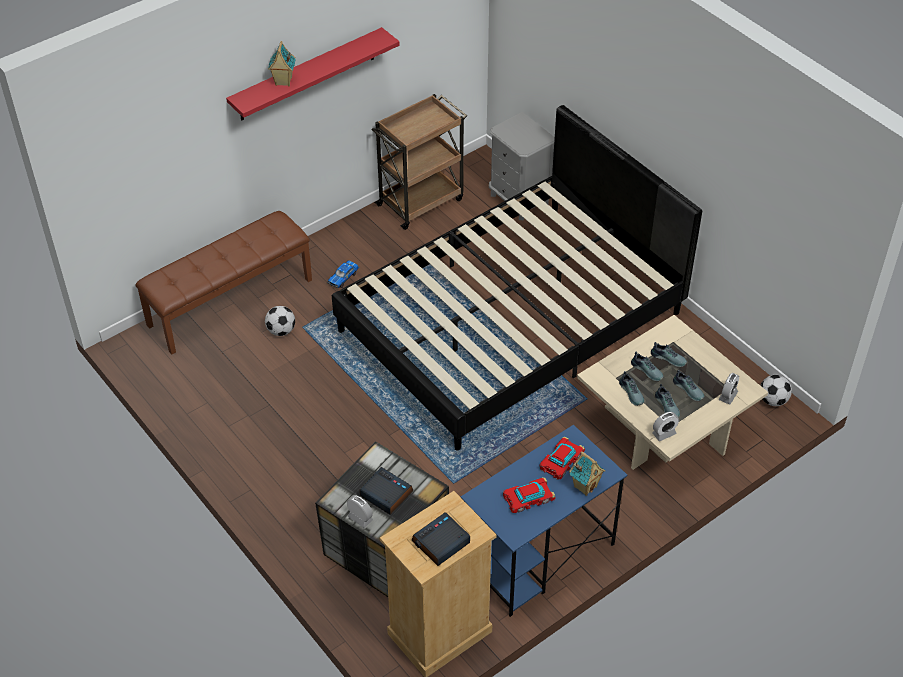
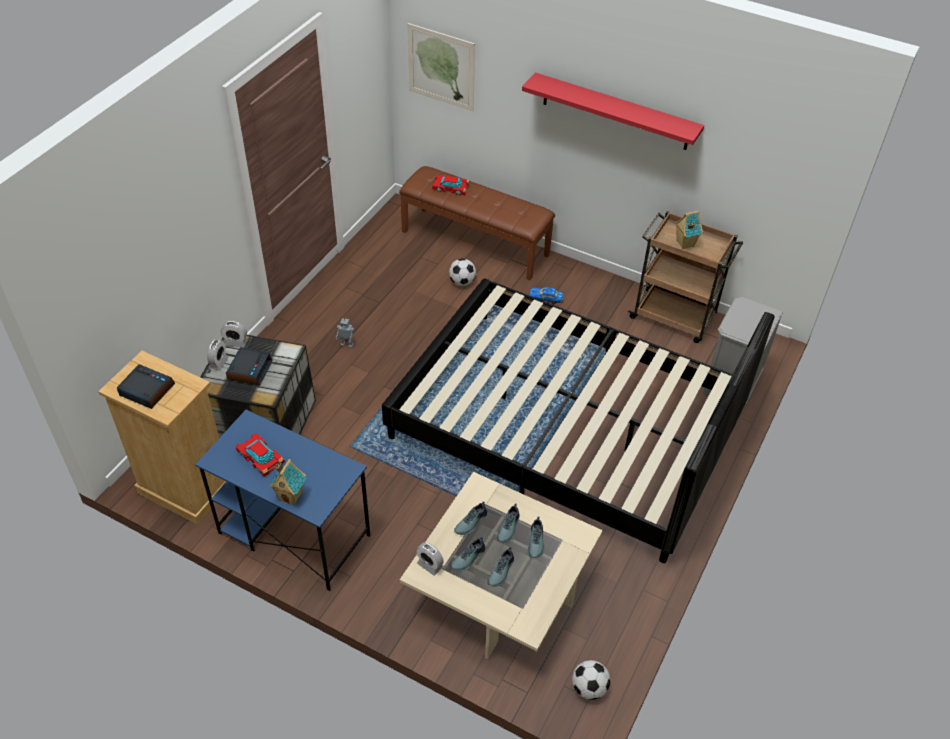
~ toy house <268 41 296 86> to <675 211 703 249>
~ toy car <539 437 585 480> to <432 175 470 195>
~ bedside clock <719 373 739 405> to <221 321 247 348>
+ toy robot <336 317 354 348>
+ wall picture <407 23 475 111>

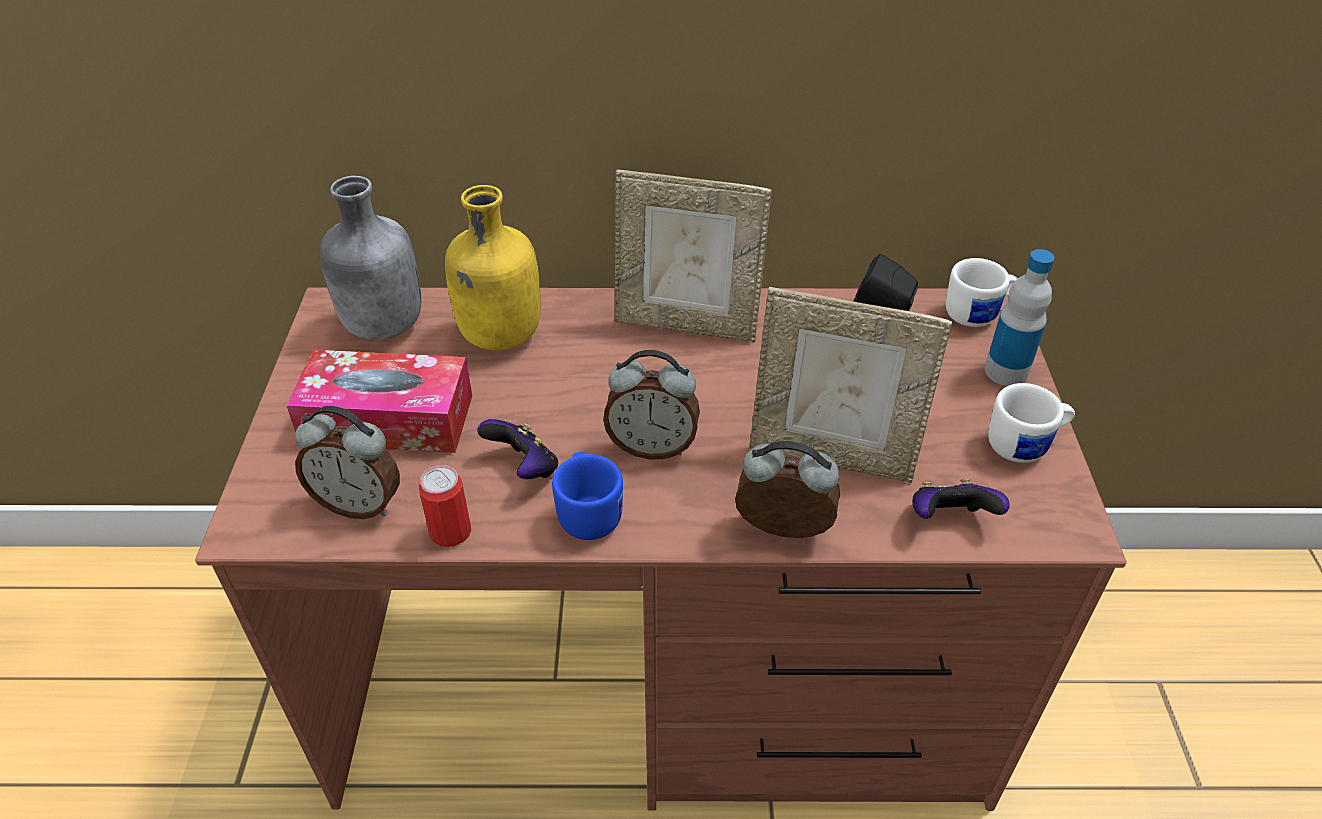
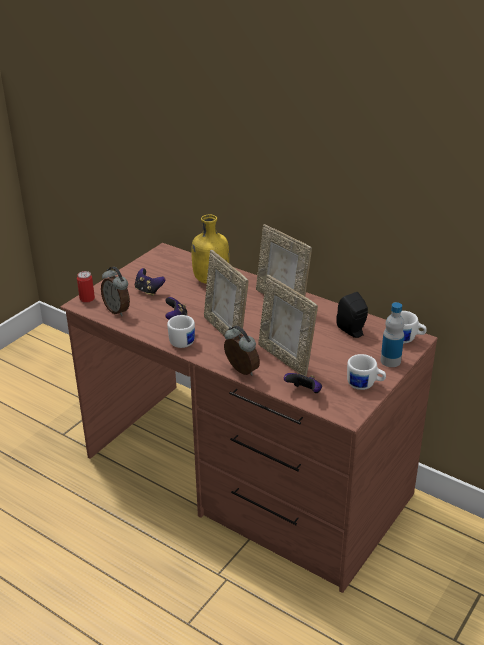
~ box of tissues <286 350 472 453> to joypad <135 268 166 296>
- gray bottle <320 176 421 340>
~ sealed can <419 465 471 547> to <77 271 95 303>
~ blue coffee mug <552 452 623 540> to whitish coffee mug <167 315 195 348>
~ bedside clock <603 350 700 460> to picture frame <204 250 248 337>

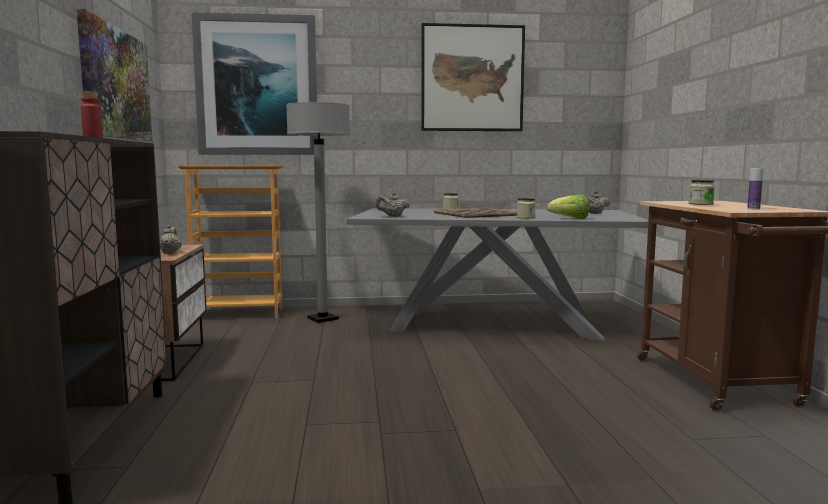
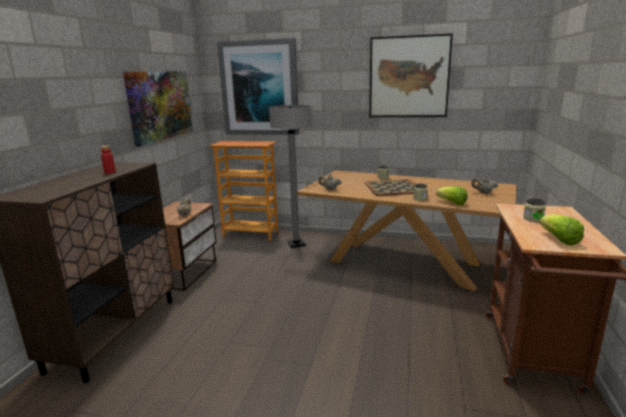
~ gray kitchen table <347 208 648 341> to brownish kitchen table <297 170 516 292>
~ bottle <747 168 763 210> to lettuce head <539 214 584 245>

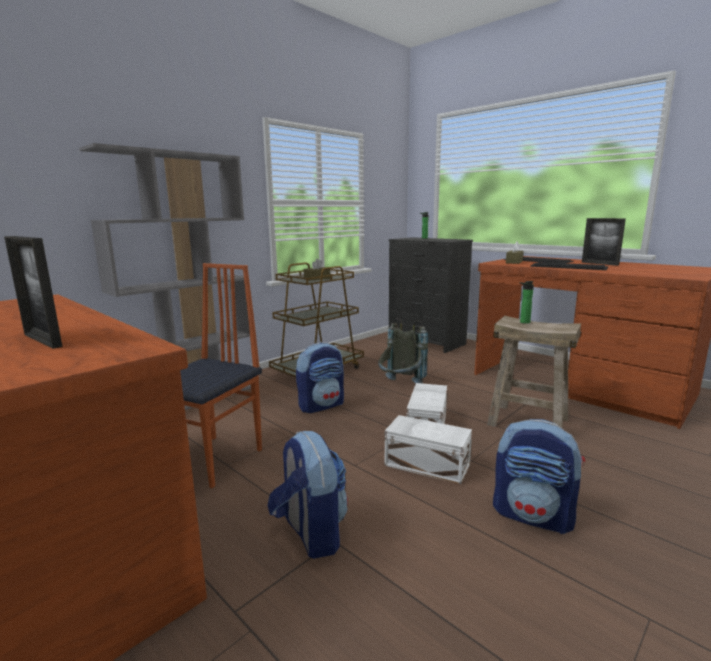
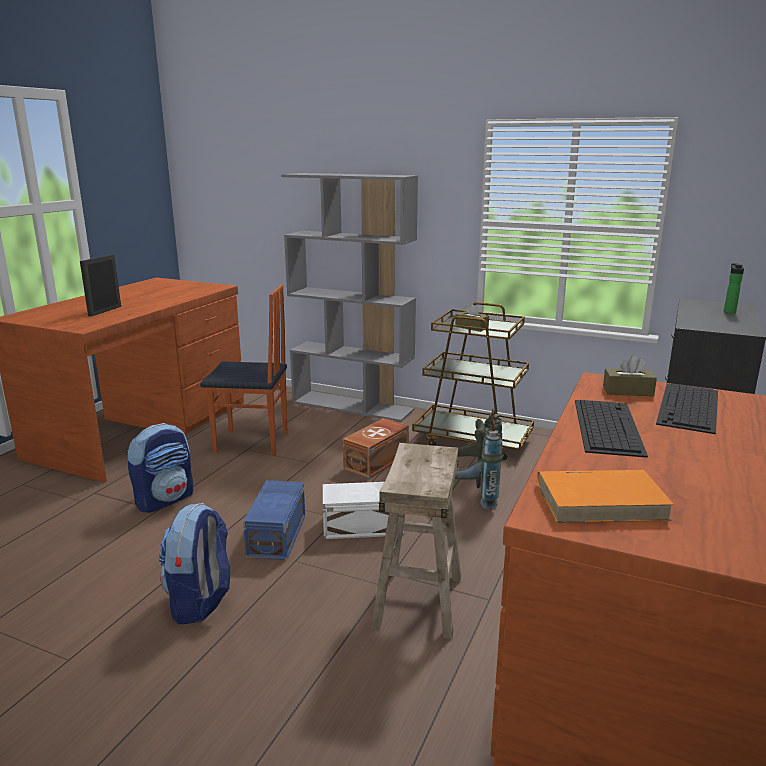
~ rucksack <296 342 344 413> to brownish storage box <343 418 409 479>
~ whitish storage box <385 415 472 484> to blue storage box <243 480 305 560>
- bottle <520 281 534 324>
- picture frame <582 218 626 266>
+ orange volume <537 470 674 523>

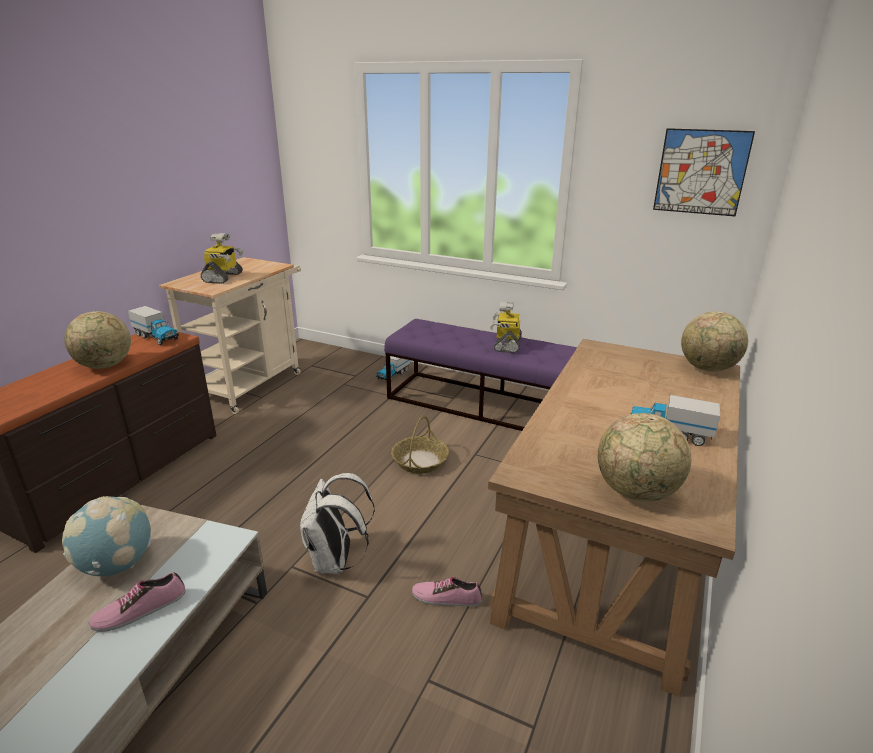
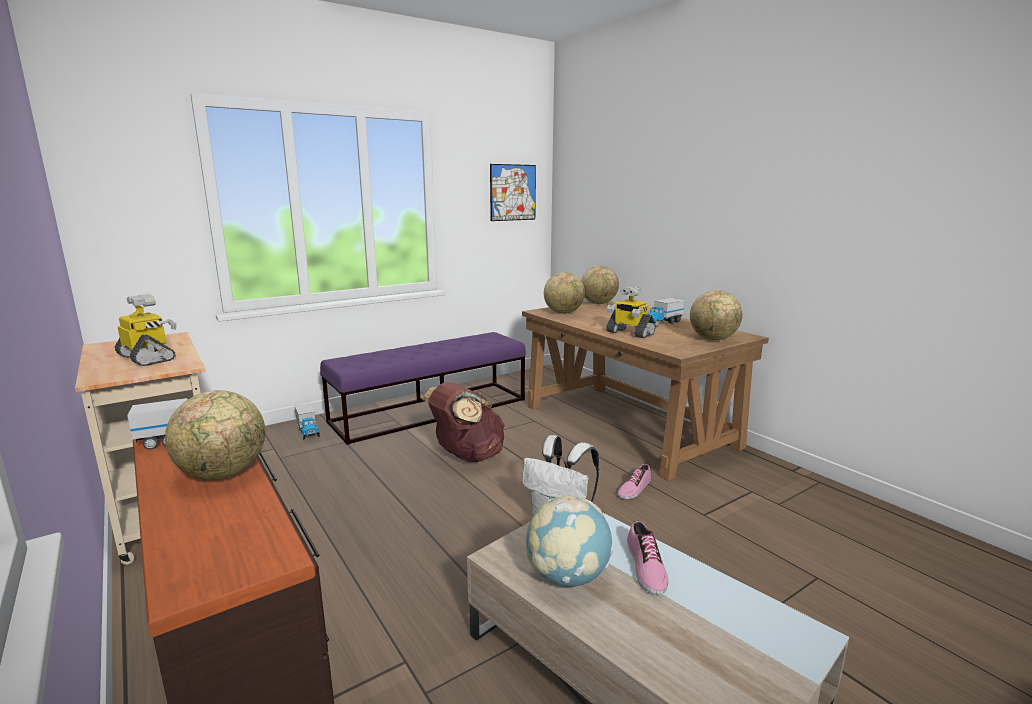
~ storage basket <391 416 449 474> to brownish rucksack <422 382 505 462>
~ toy robot <490 301 522 353> to <606 286 656 338>
+ globe <544 272 585 314>

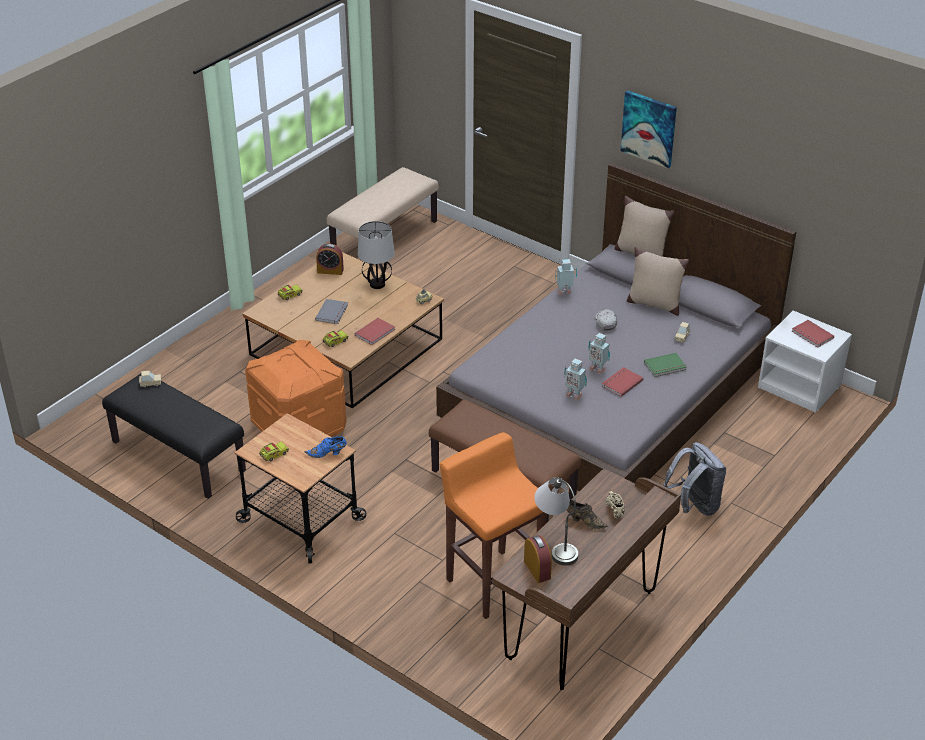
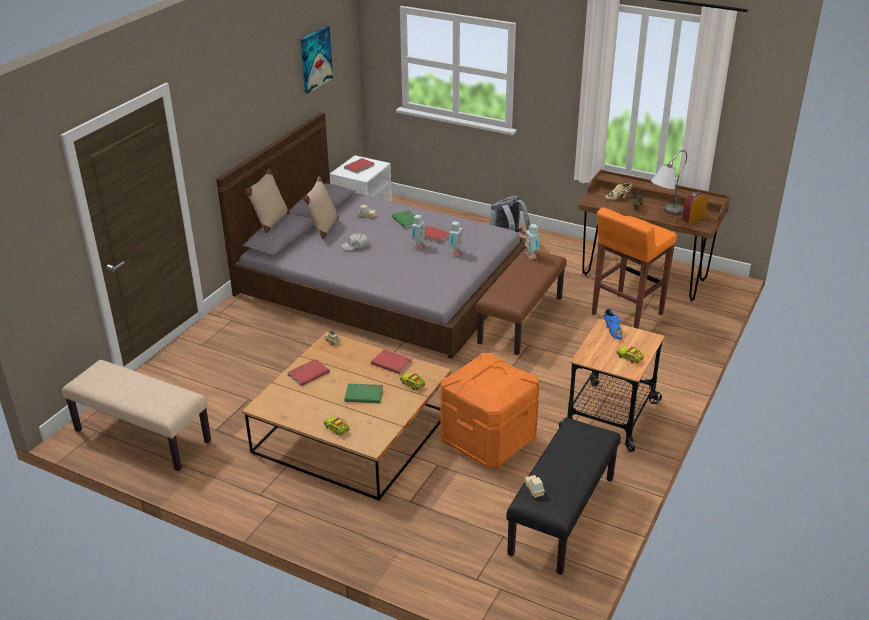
~ gray volume <315 299 348 324> to green-coloured volume <344 383 383 403>
- bedside clock <316 244 344 275>
~ table lamp <358 221 395 289> to reddish volume <287 359 330 386>
~ toy robot <555 259 577 295> to <525 224 540 260>
~ wall picture <621 90 677 168> to <301 26 333 93>

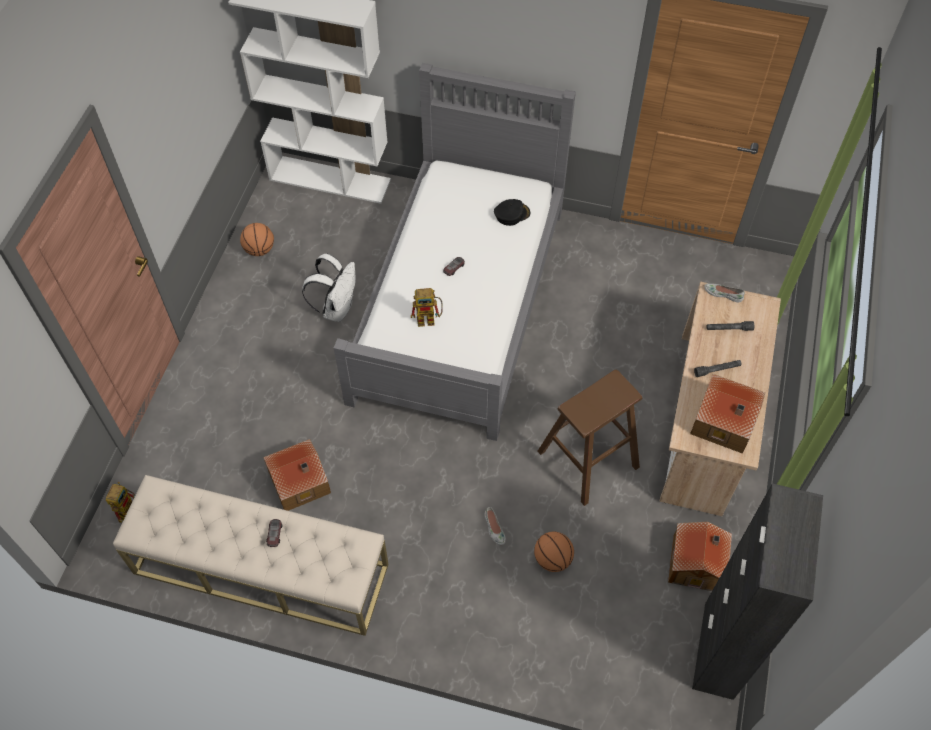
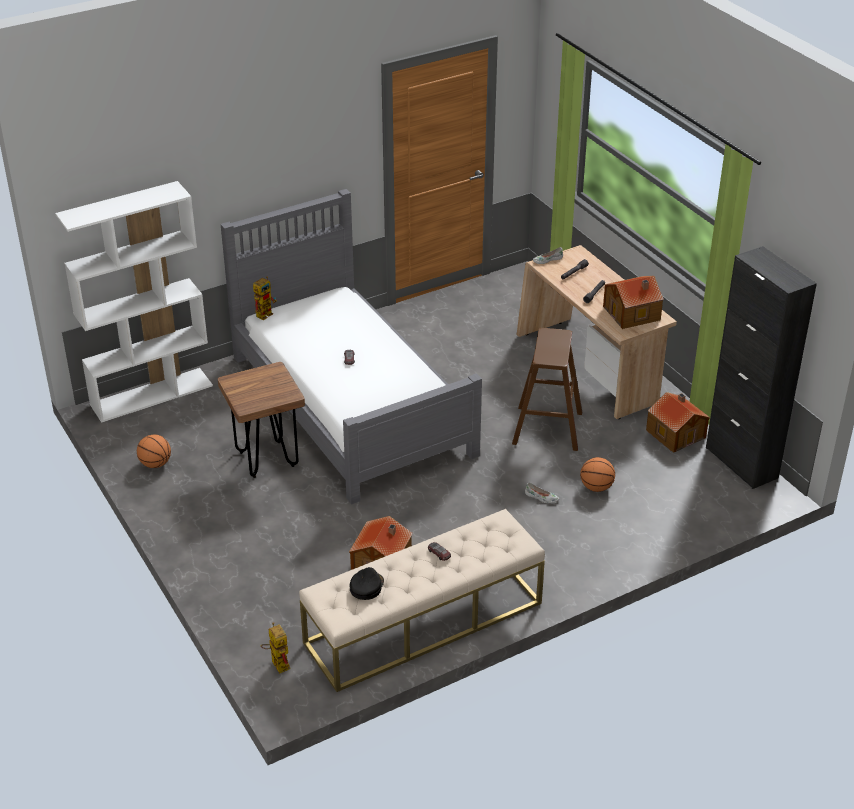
~ whitish rucksack <302 253 356 322> to brownish sitting stool <218 362 305 478>
~ toy robot <411 288 443 327> to <253 276 277 320>
~ blackish peaked cap <494 199 530 226> to <350 567 384 600>

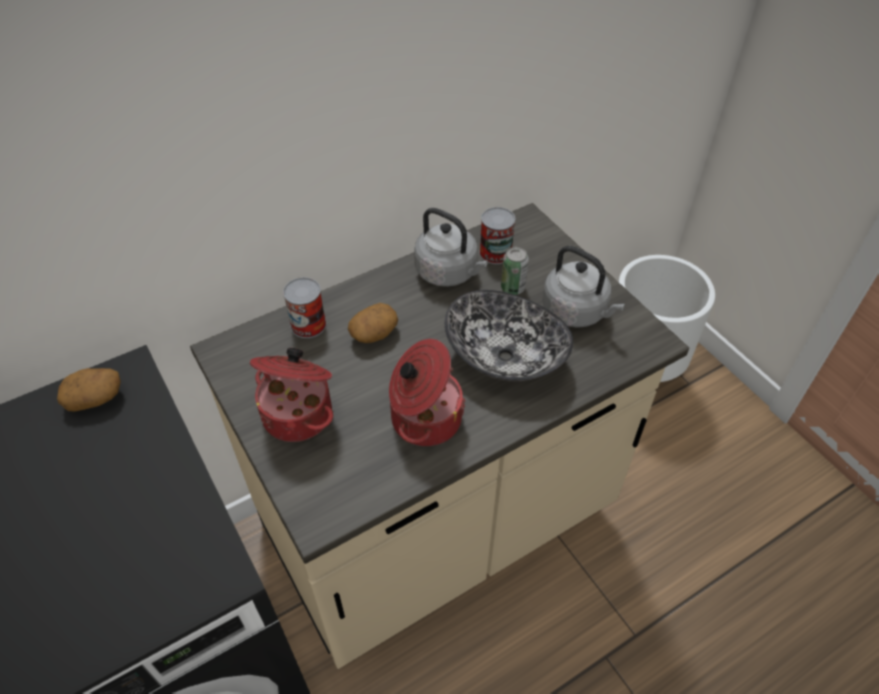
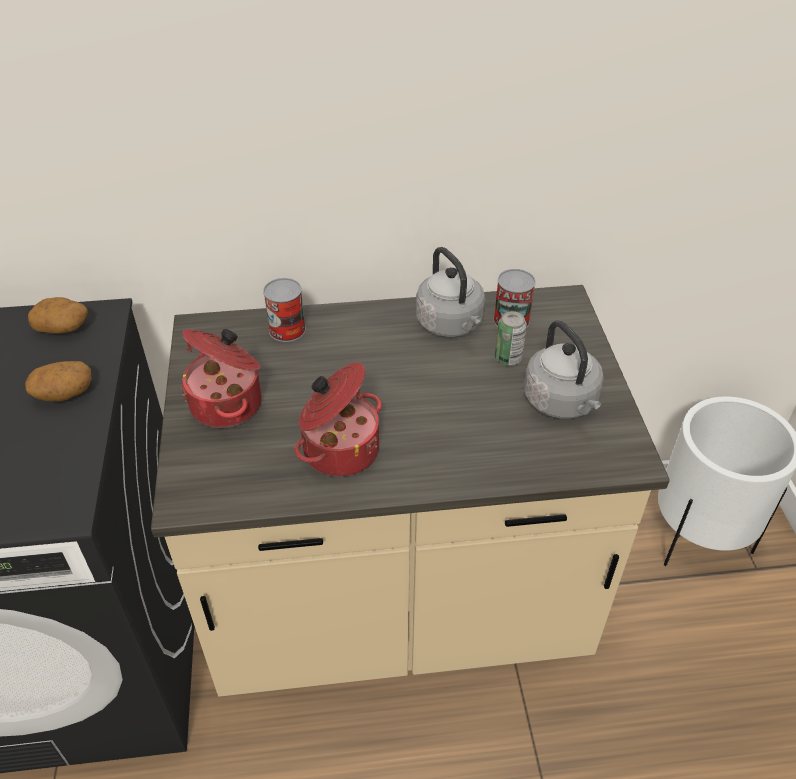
~ potato <348 303 398 343> to <25 361 91 401>
- bowl <445 290 573 381>

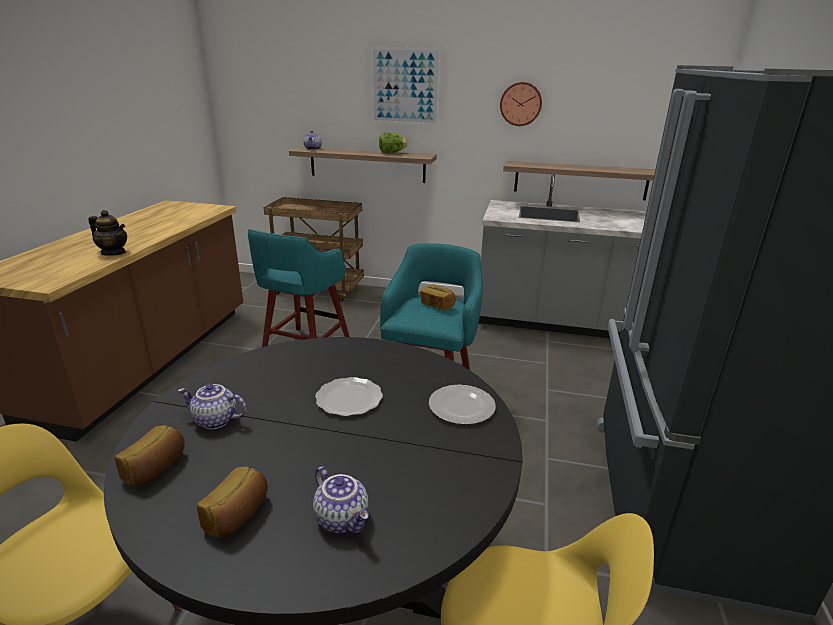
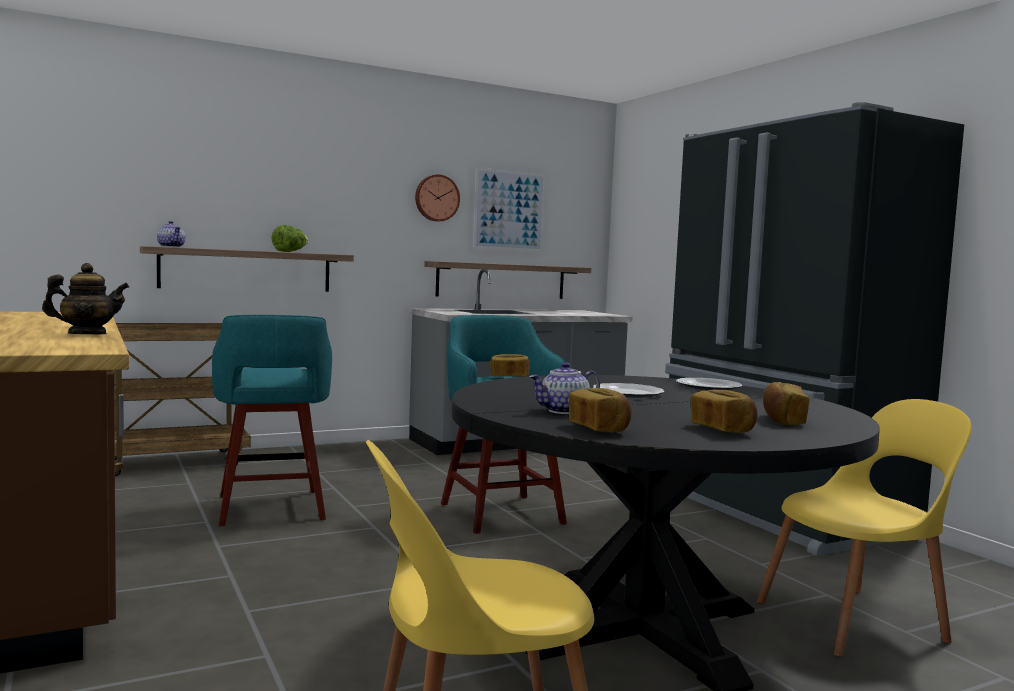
~ tea pot <313 466 369 533> to baked bread <763 382 809 425>
~ wall picture <371 47 441 125> to <473 167 546 252>

